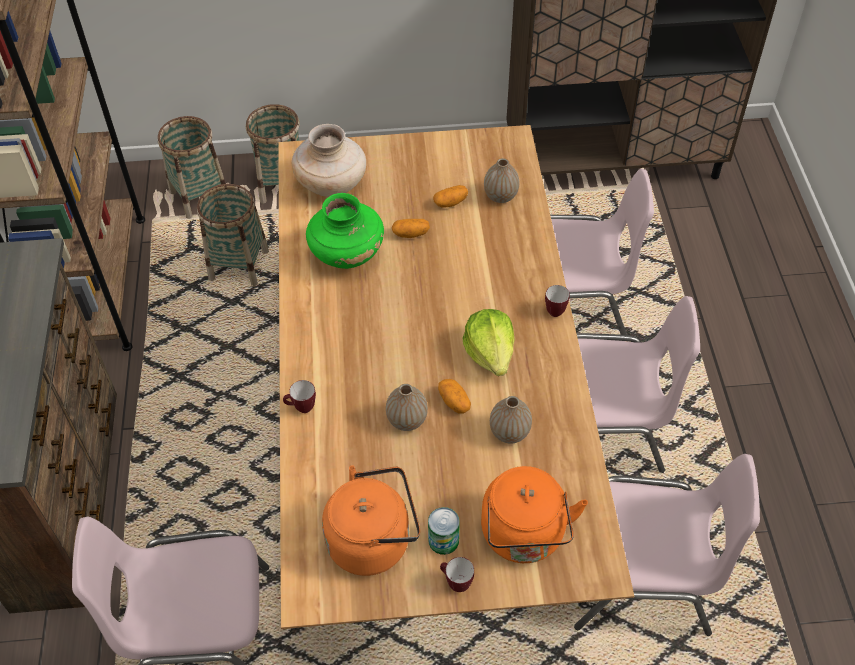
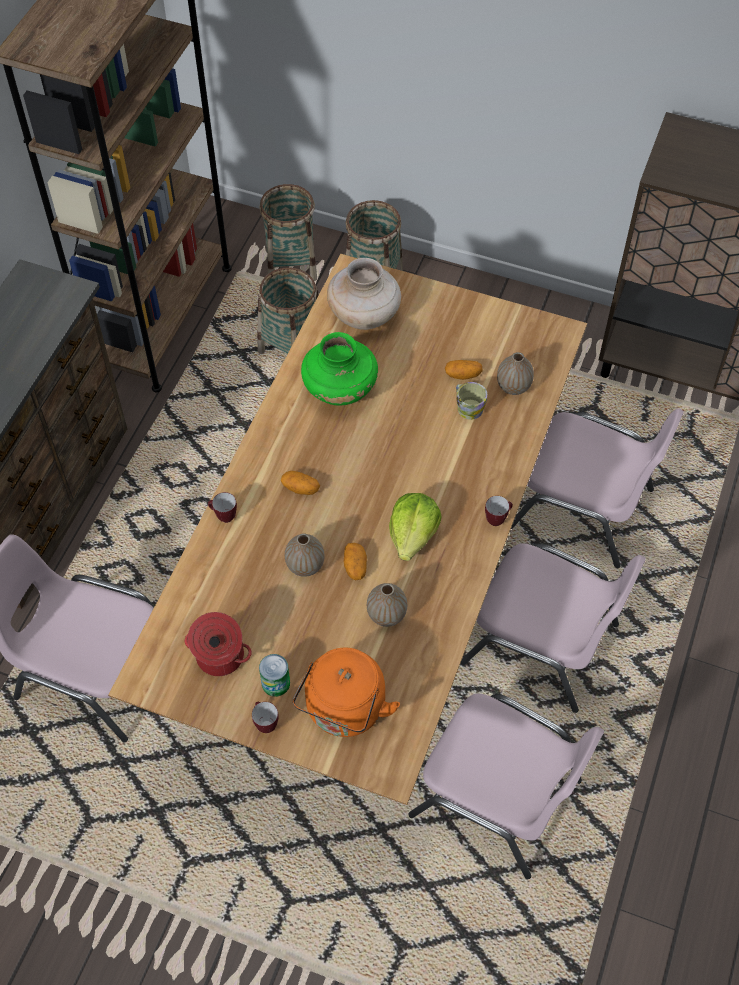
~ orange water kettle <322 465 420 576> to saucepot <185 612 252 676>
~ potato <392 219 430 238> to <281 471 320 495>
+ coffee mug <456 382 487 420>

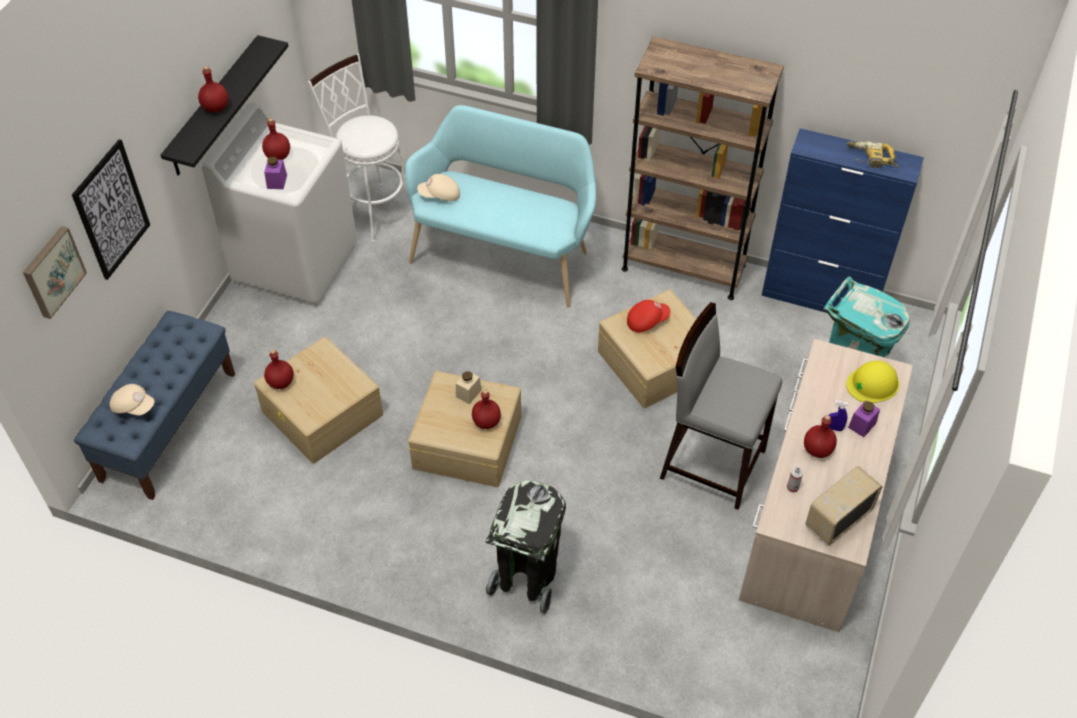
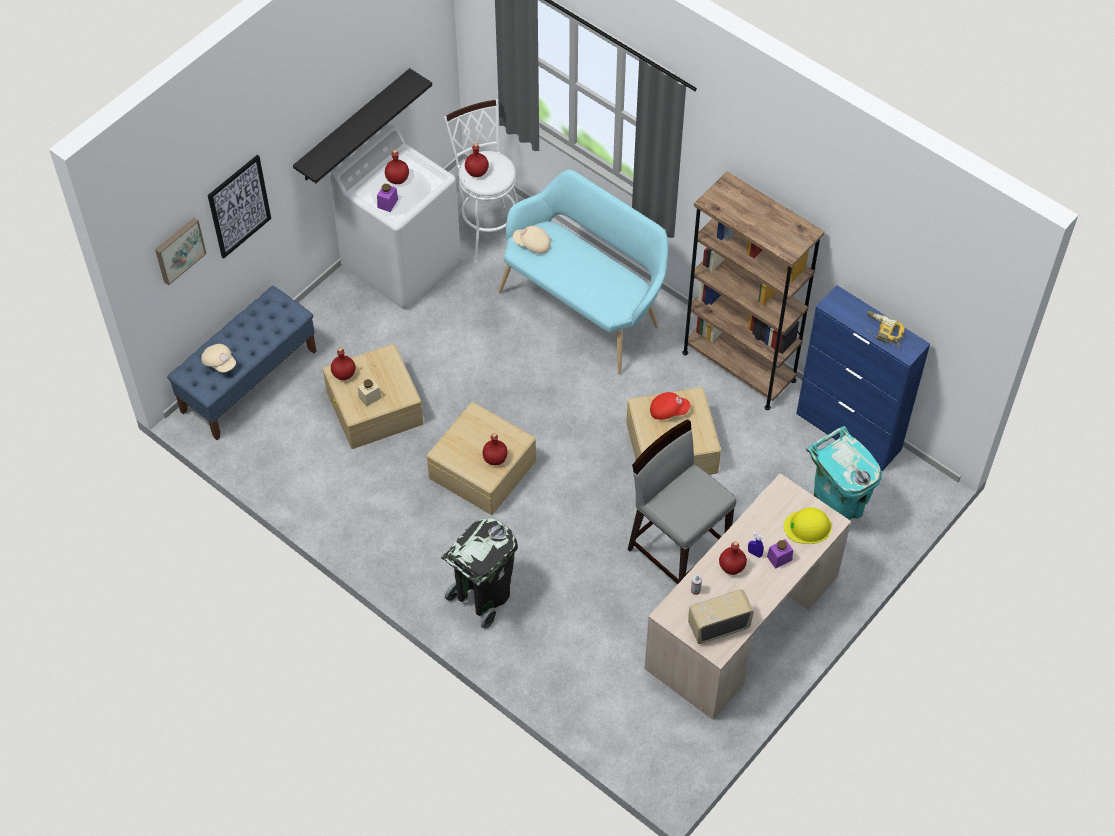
~ reddish bottle <198 66 228 112> to <465 143 489 177>
~ sand-coloured preserve jar <456 371 482 404> to <358 379 382 407>

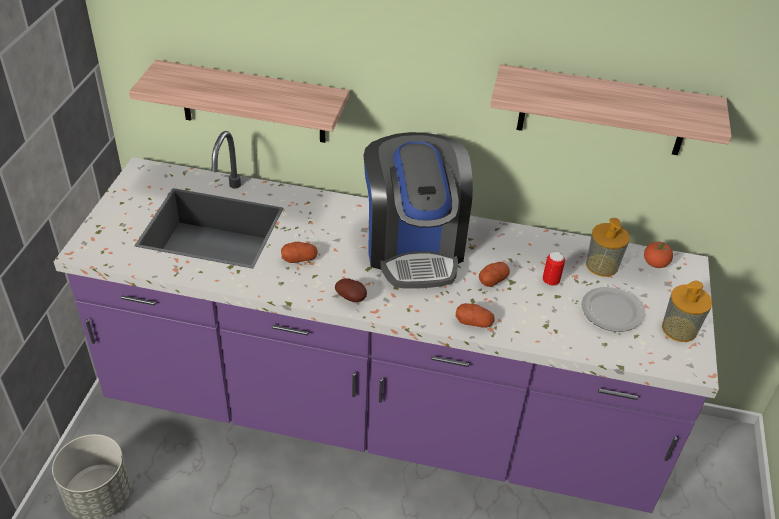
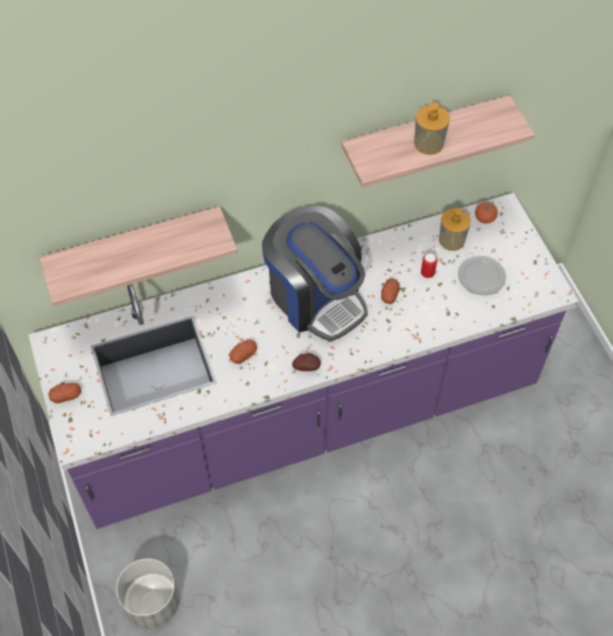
~ potato <456 303 495 328> to <48 383 81 403>
~ soap bottle <662 281 712 342> to <414 102 450 155>

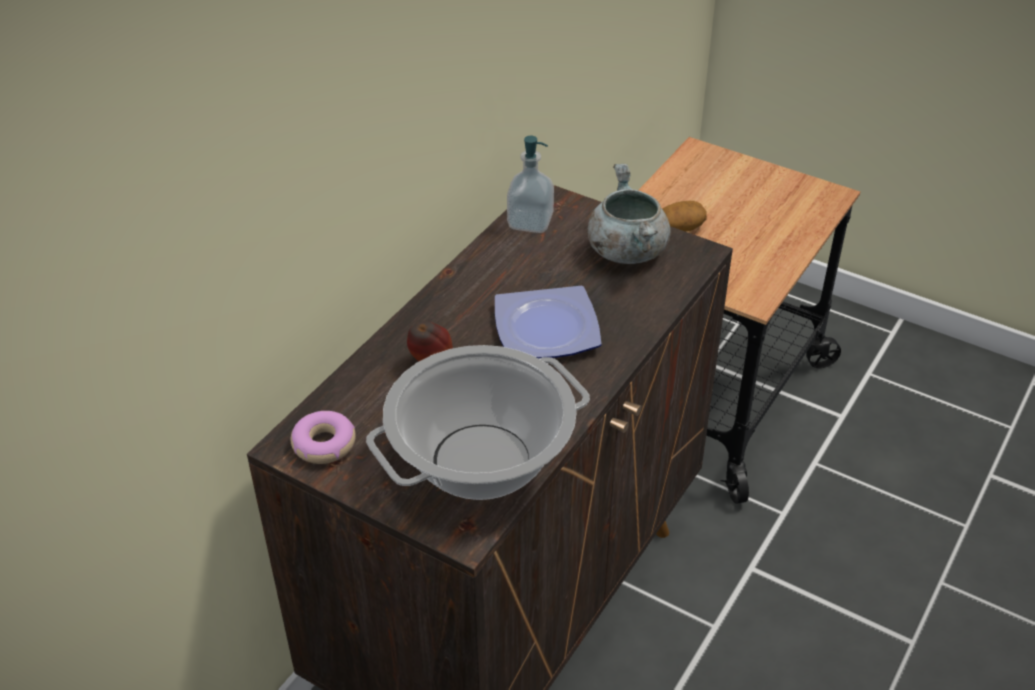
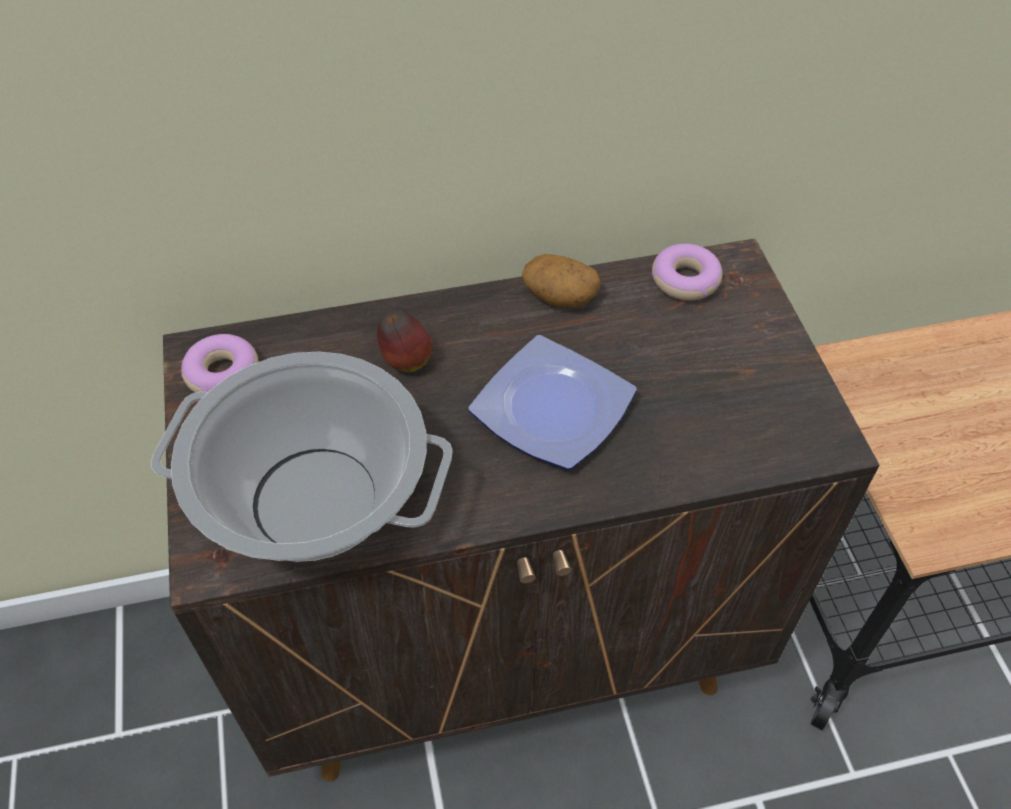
~ soap bottle <507 136 554 233> to ring doughnut <652 244 723 301>
- gray saucepot <588 164 671 264>
~ potato <662 201 707 231> to <522 254 601 307>

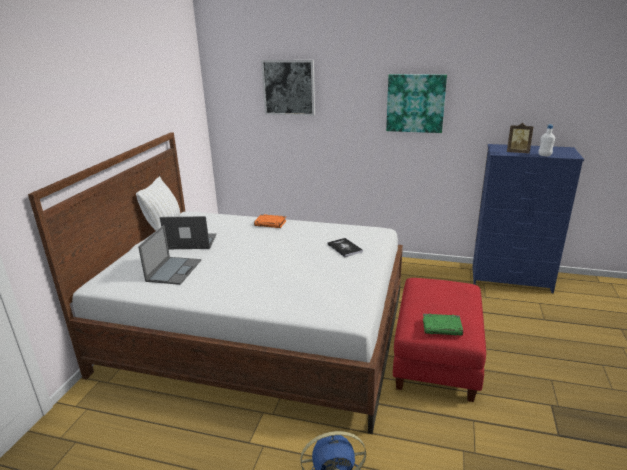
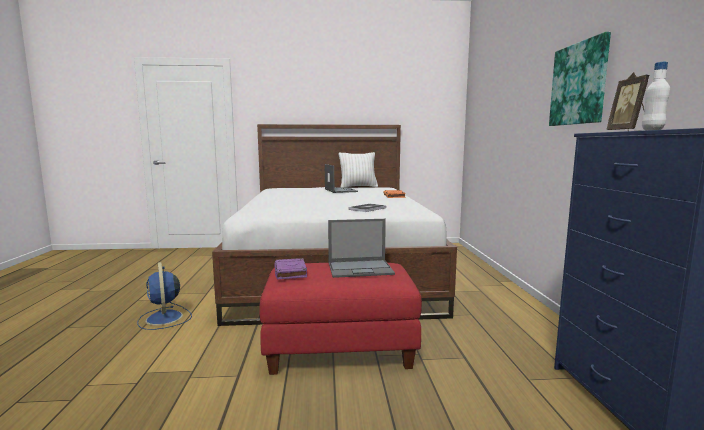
~ portable computer <138 225 201 285> to <328 219 395 278>
- wall picture <261 60 315 116>
~ green-coloured volume <423 314 463 336> to purple volume <274 258 307 279>

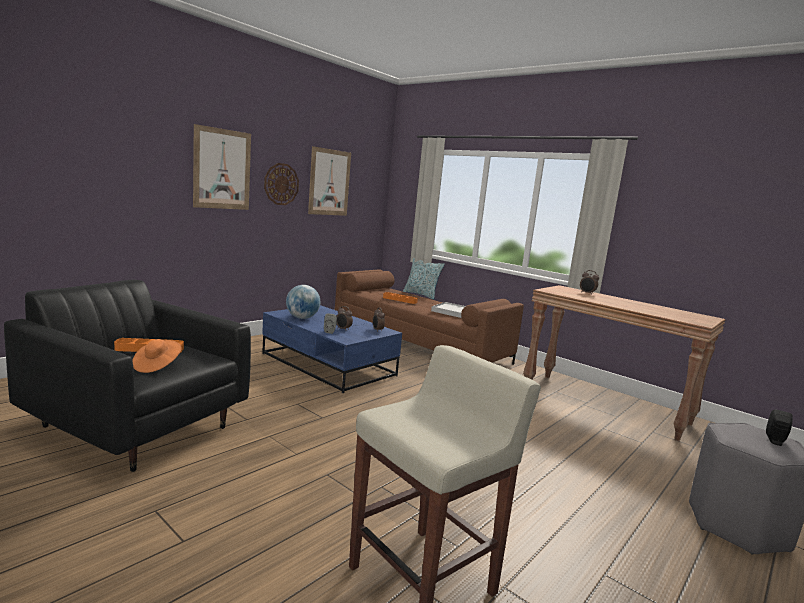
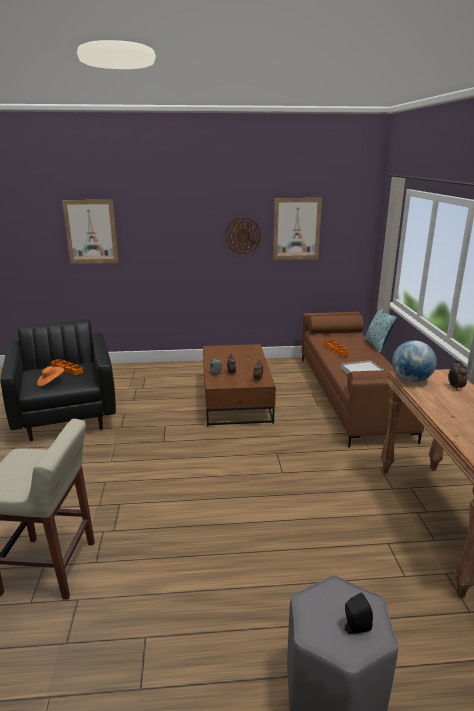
~ wall picture <193 124 251 210> to <62 200 119 264>
~ blue coffee table <262 305 402 393> to brownish coffee table <203 344 276 427>
~ globe <286 285 320 319> to <392 340 437 383>

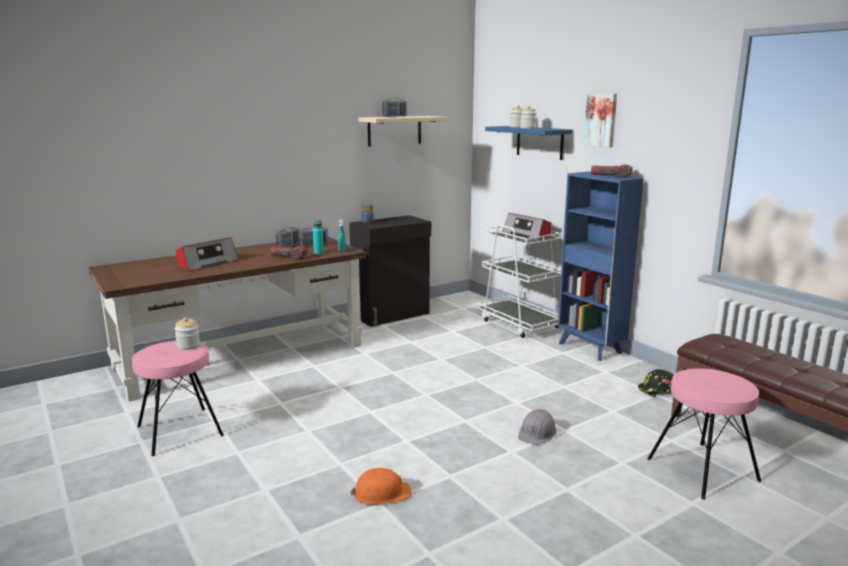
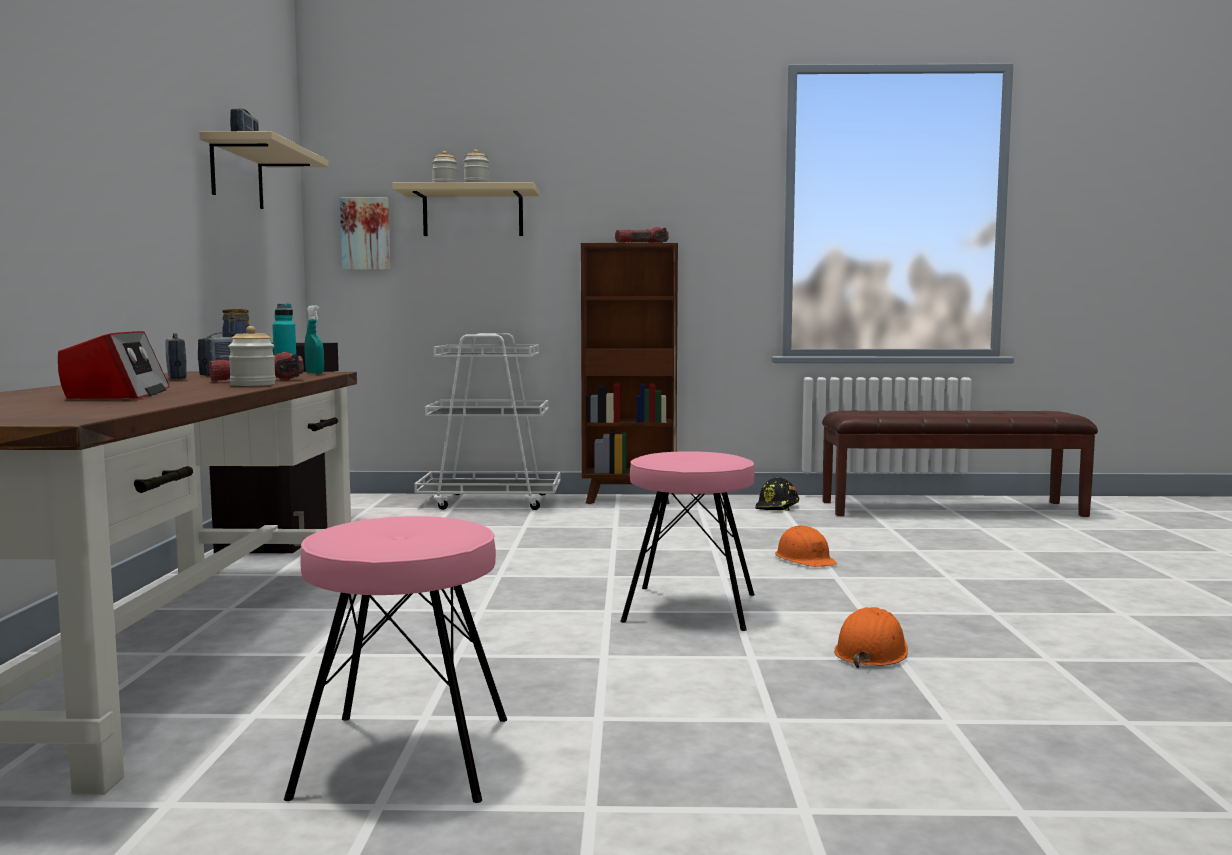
~ preserve jar <174 317 200 350> to <228 326 276 386>
~ blue bracket shelf <485 126 572 160> to sand-coloured bracket shelf <392 182 540 236>
- radio set <502 213 551 240>
~ gray hard hat <518 409 557 445> to orange hard hat <775 525 837 567>
~ blue bookcase <558 171 644 361> to brownish bookcase <581 243 678 504>
~ wall picture <583 93 617 148> to <340 197 390 270>
~ pink sitting stool <647 369 761 500> to <620 451 755 631>

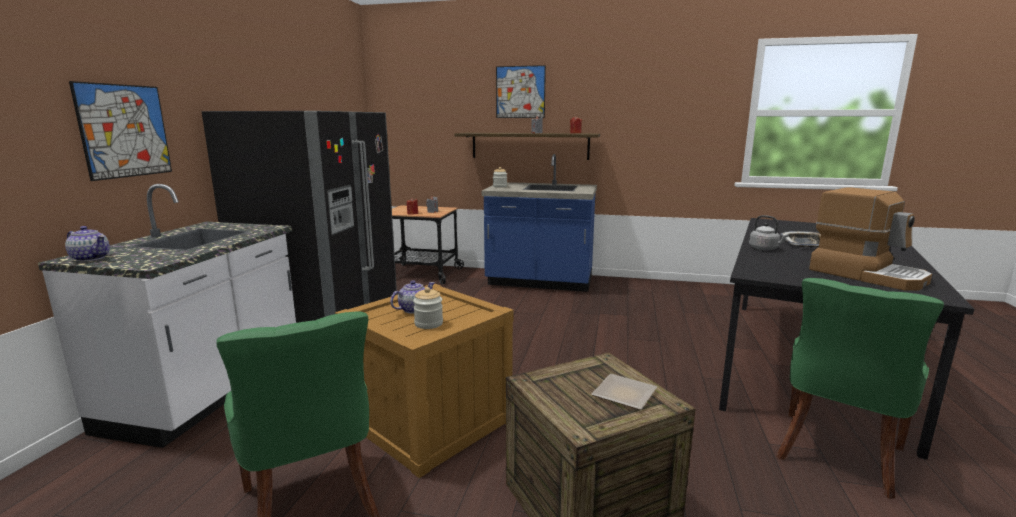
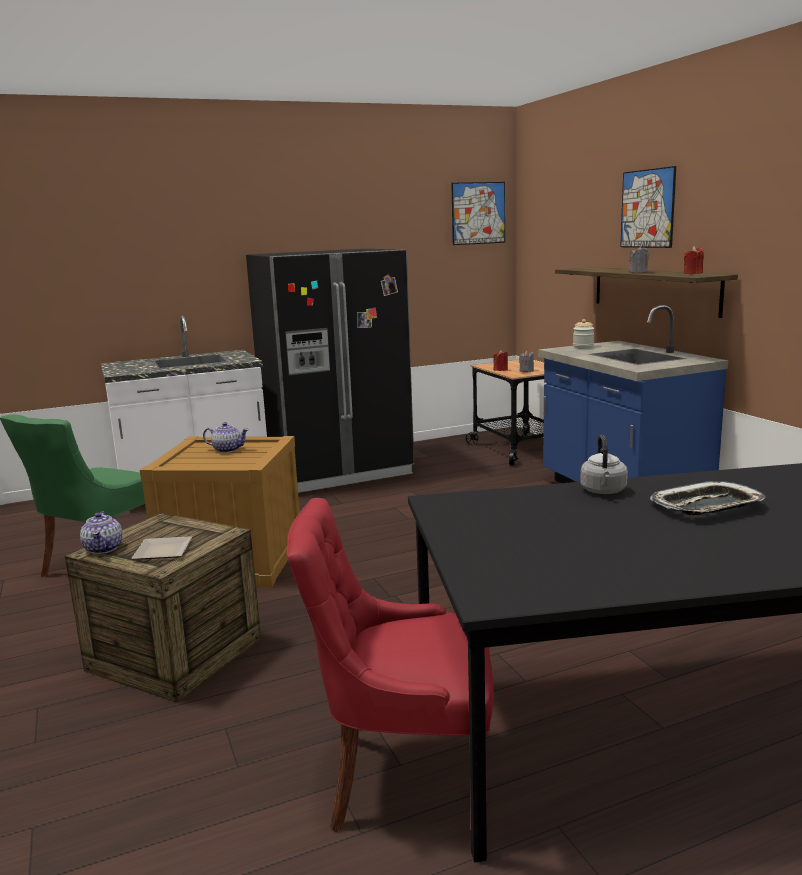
~ tea pot <65 226 110 262> to <80 512 123 554>
~ wall picture <69 81 172 181> to <451 182 505 245>
- preserve jar <413 287 443 329>
~ green-coloured upright chair <776 278 944 499> to reddish upright chair <286 498 494 832>
- coffee brewer <809 188 932 291>

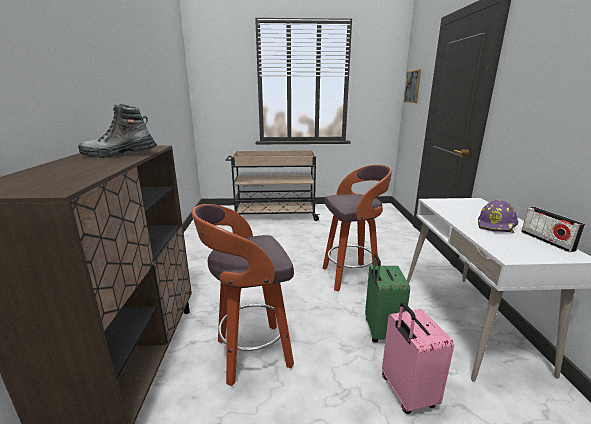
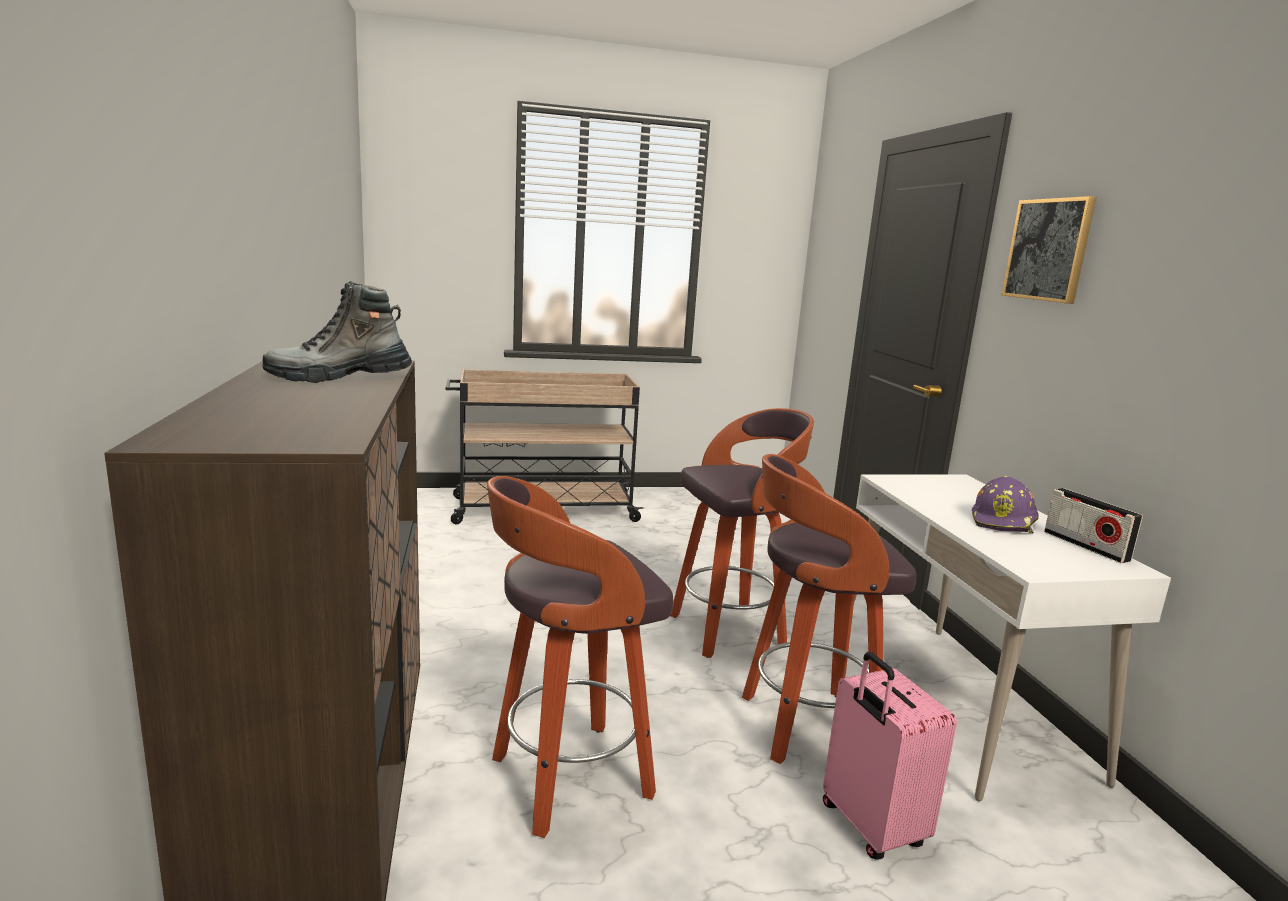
~ green-coloured travel case <365 254 410 343> to sitting stool <742 454 916 764>
~ wall picture <404 69 421 103> to <1002 196 1096 304>

